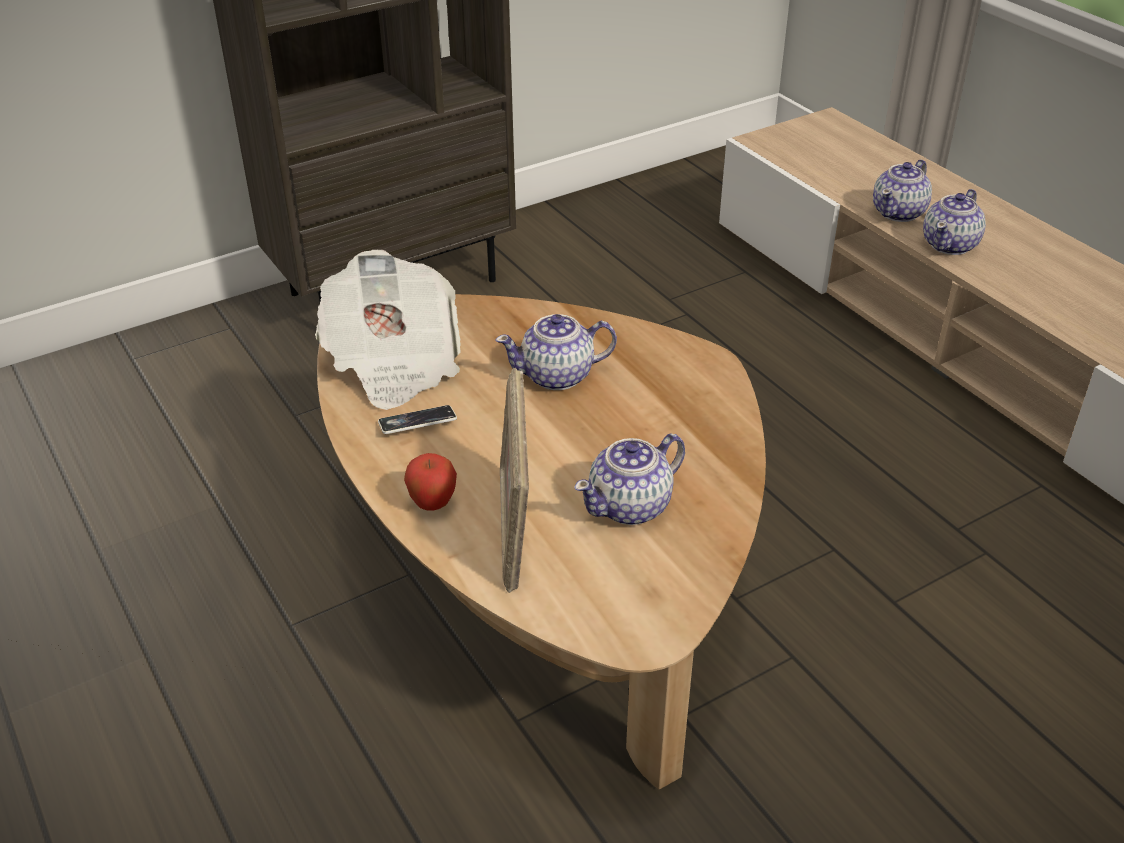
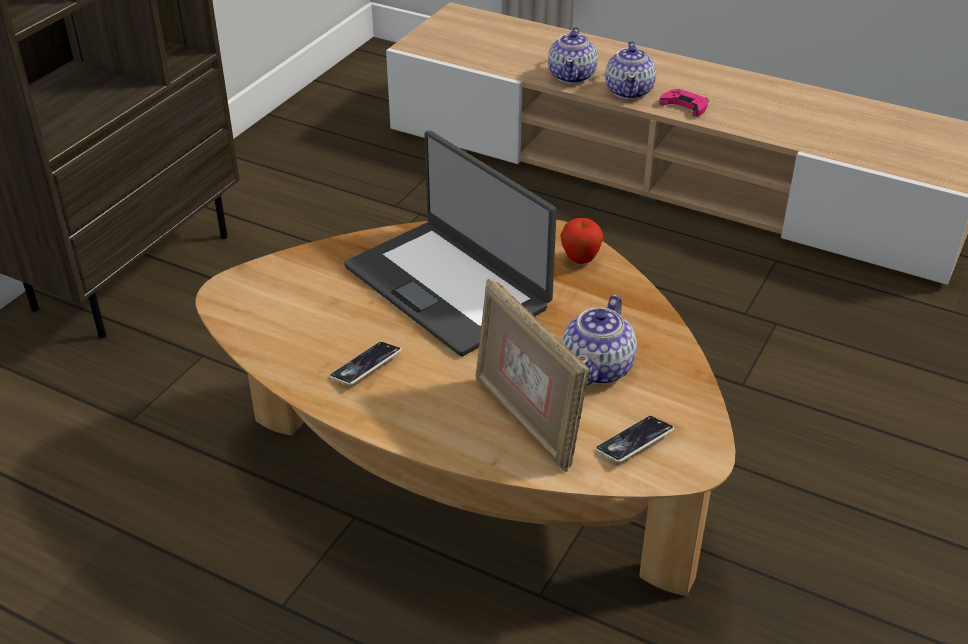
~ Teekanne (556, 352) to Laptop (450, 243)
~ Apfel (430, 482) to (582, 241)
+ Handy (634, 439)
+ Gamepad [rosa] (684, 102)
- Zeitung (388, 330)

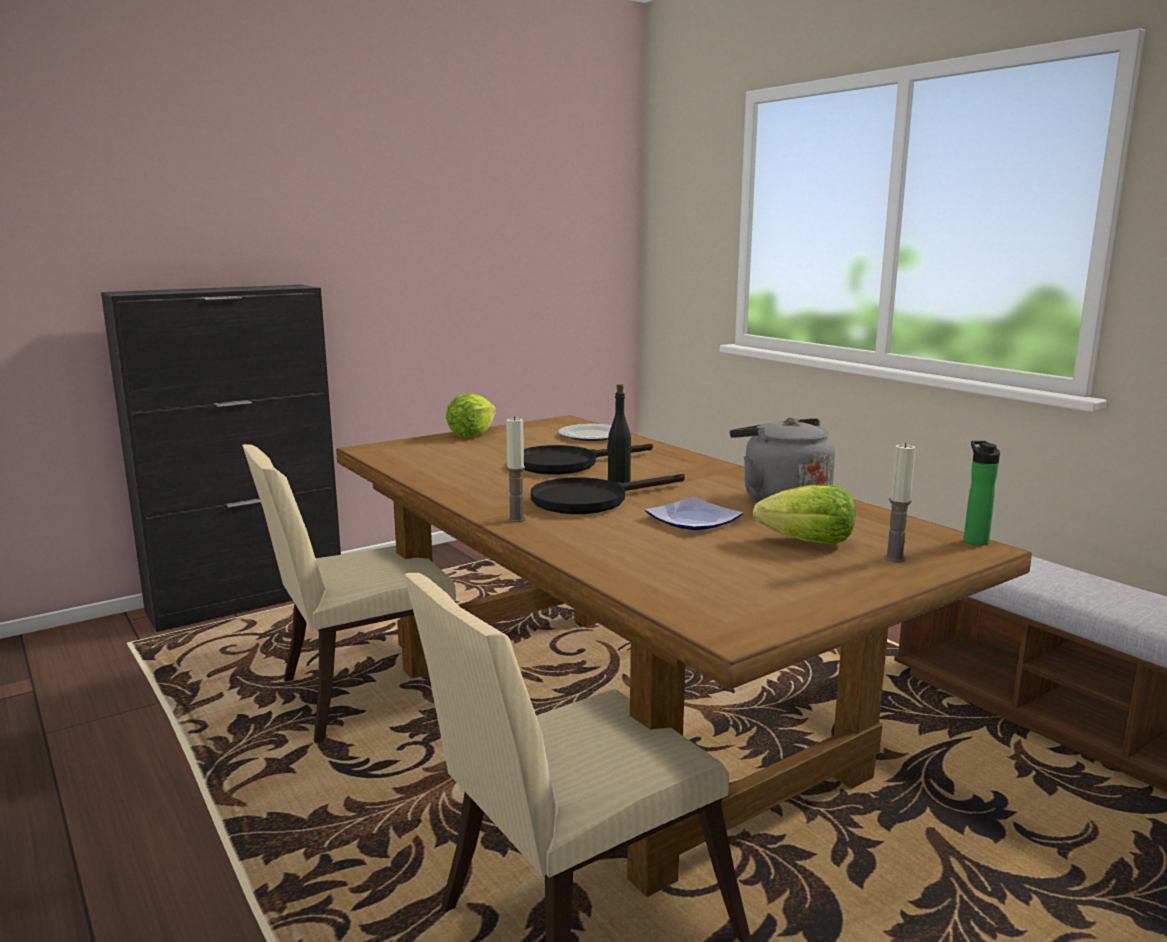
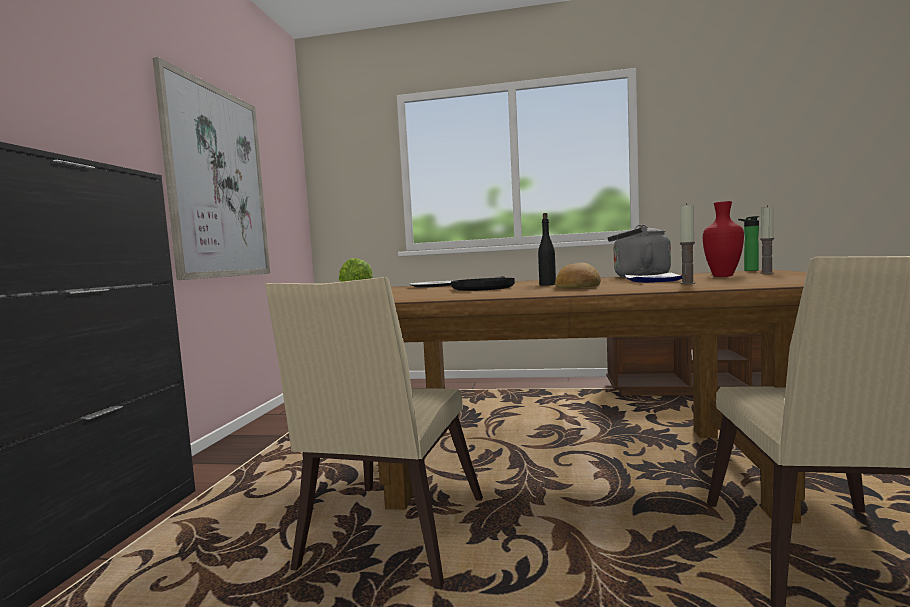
+ Bild (211, 168)
~ Pfanne [schwarz] (608, 494) to Brot (578, 275)
~ Kerze (515, 469) to (687, 243)
~ Salatkopf (804, 515) to Vase [rot] (723, 239)

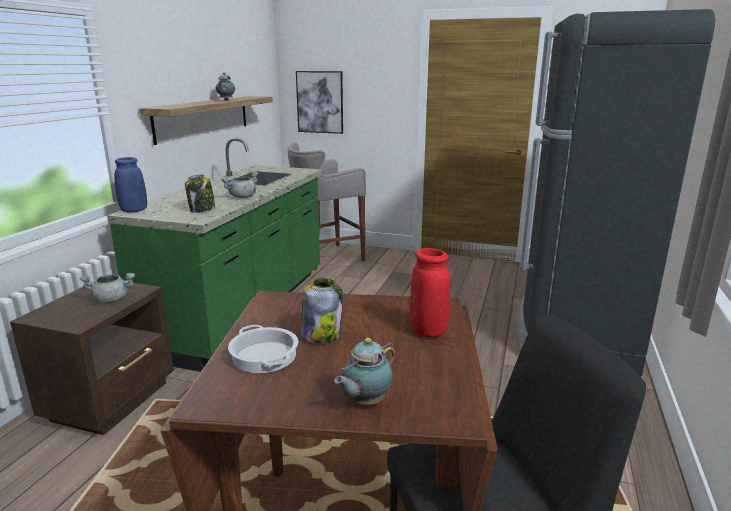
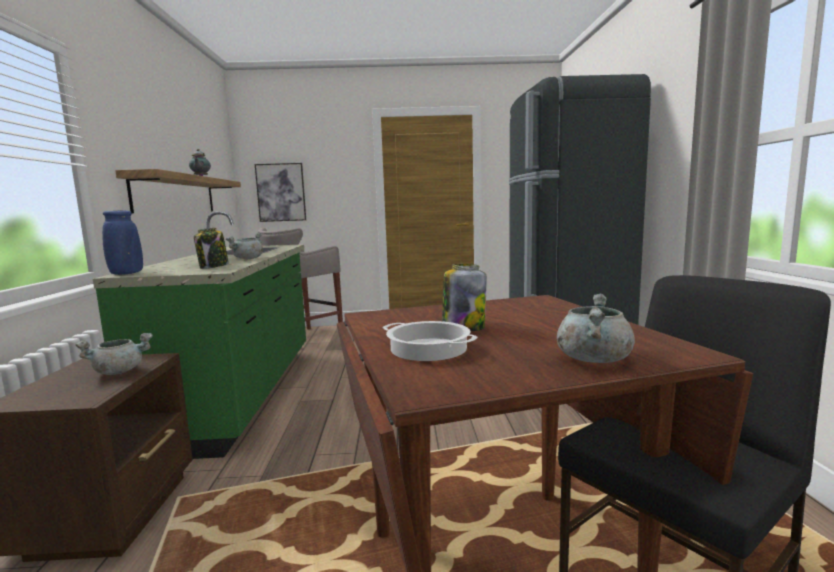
~ Teekanne (364, 371) to Kochtopf [grau] (596, 328)
- Vase [rot] (430, 292)

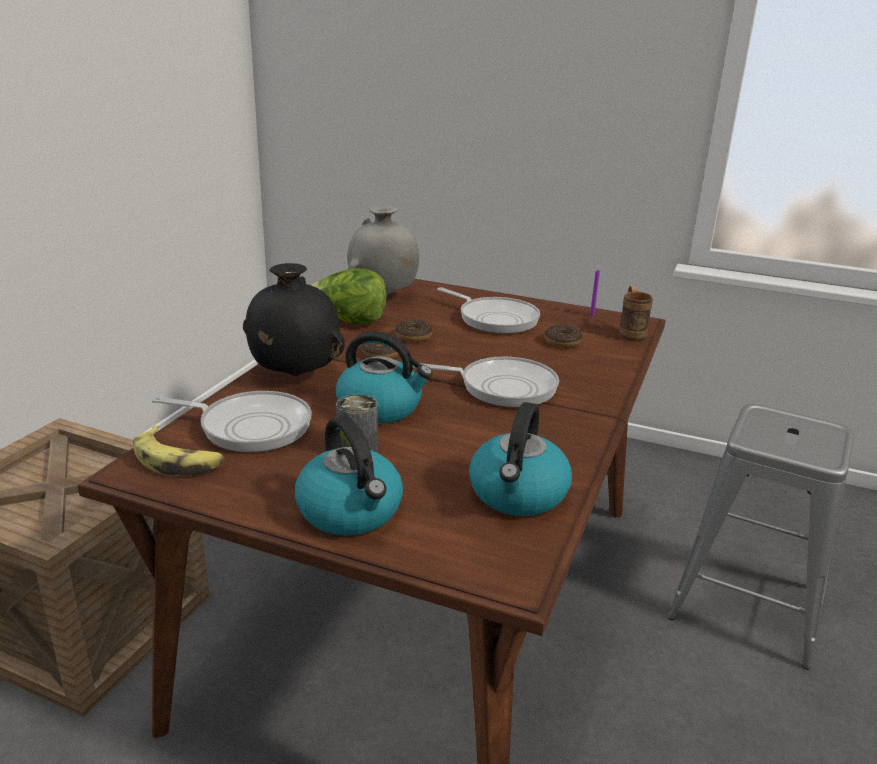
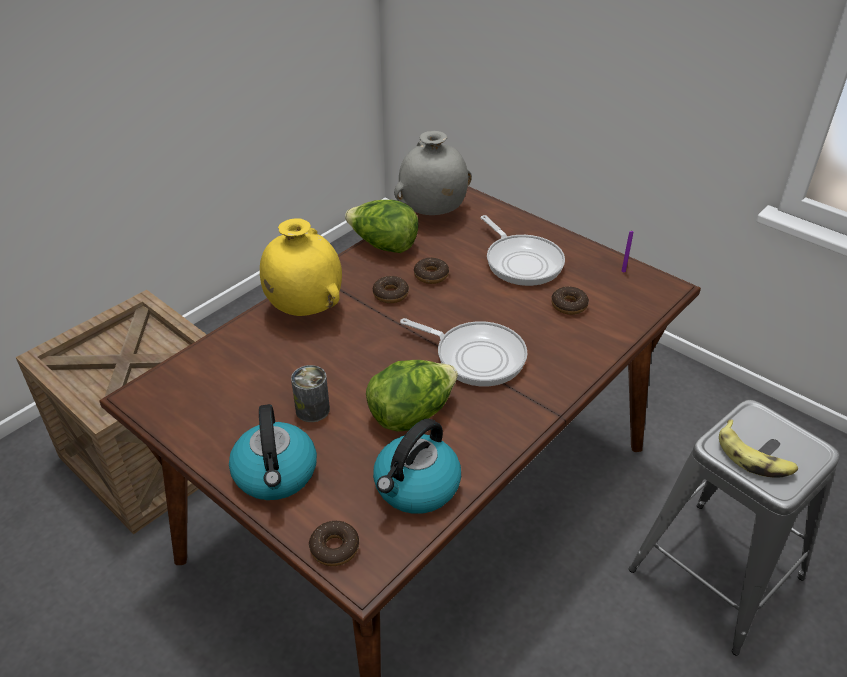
~ Vase [schwarz] (294, 319) to Vase [gelb] (301, 267)
+ Donut (334, 543)
+ Salatkopf (412, 396)
~ Banane (179, 451) to (758, 448)
- Pfanne (231, 421)
- Wasserkessel (384, 377)
- Henkelbecher [braun] (636, 314)

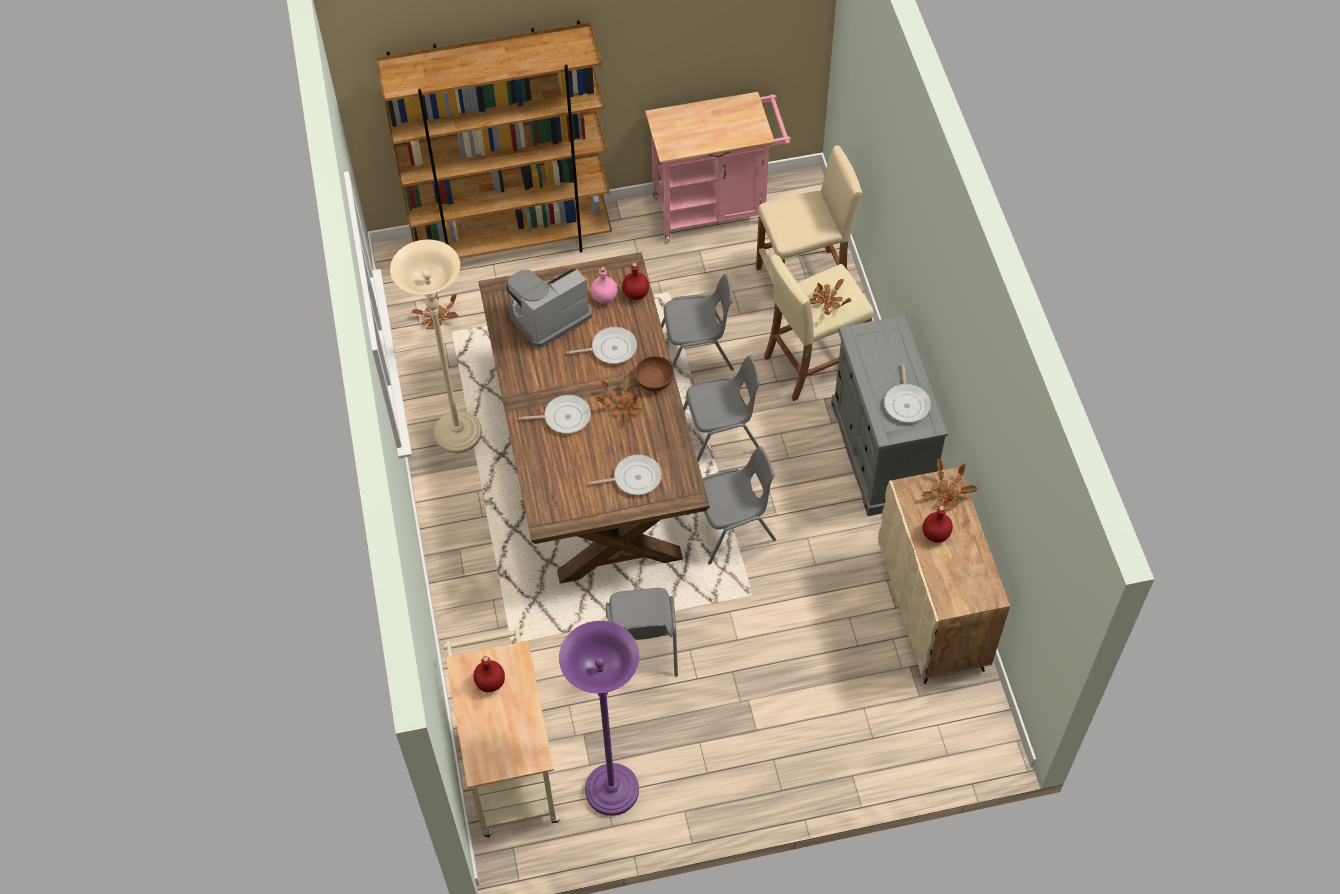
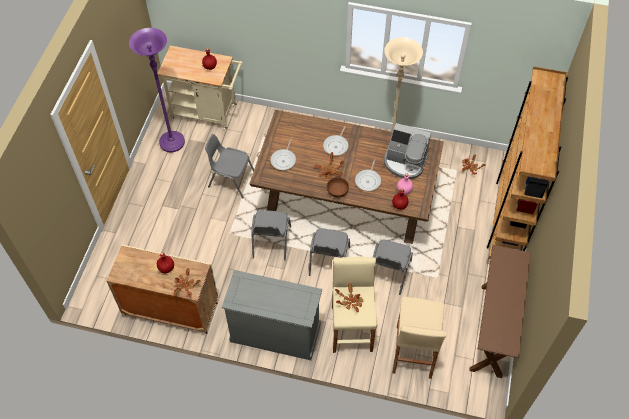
~ Kaffeemaschine (550, 308) = (407, 151) 120 degrees clockwise
~ Rollwagen [rosa] (718, 167) to Konsolentisch [braun] (500, 311)
- Pfanne (907, 393)

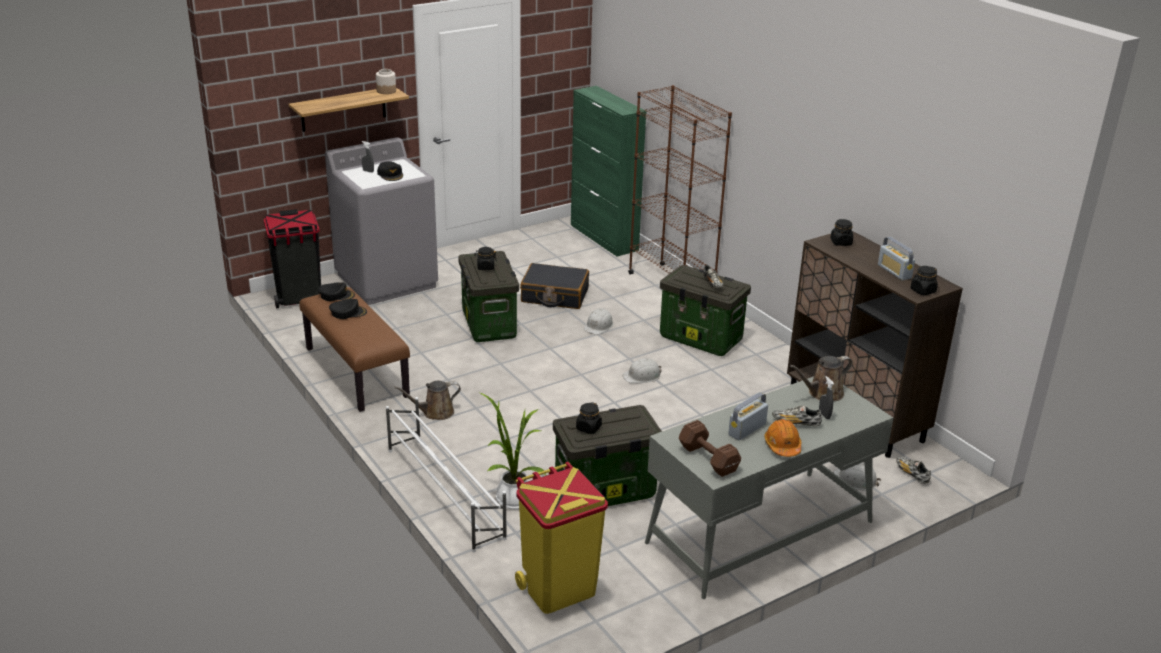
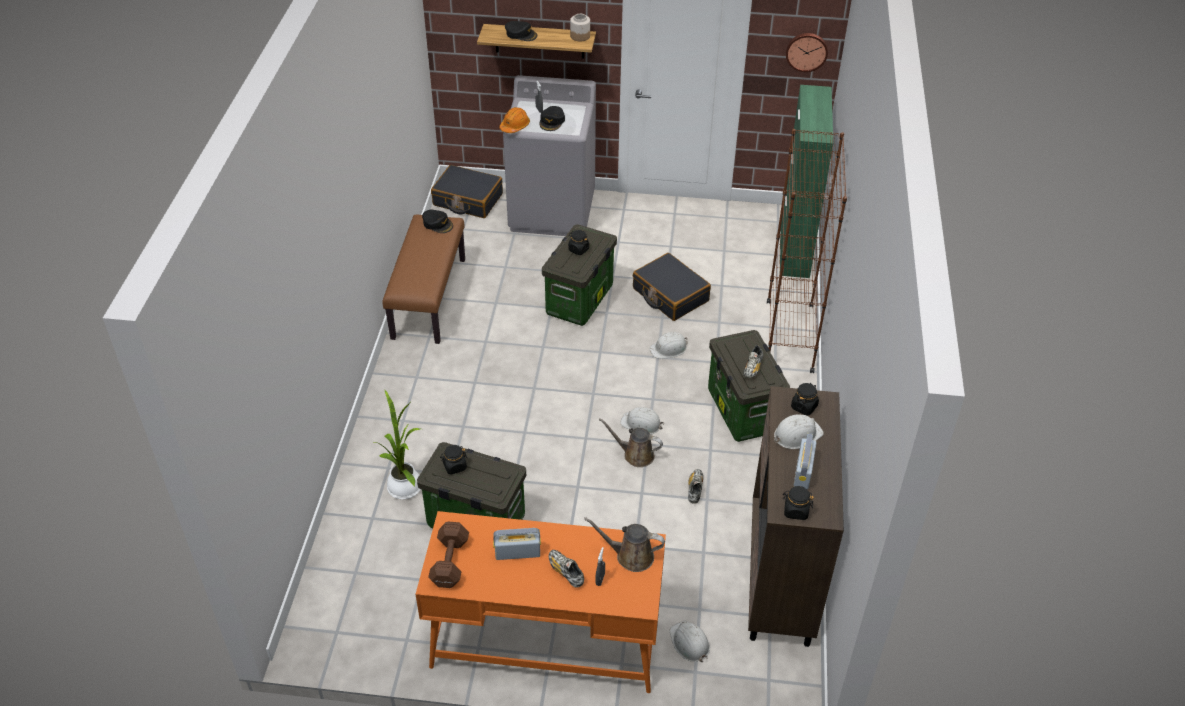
~ Schreibtisch [grau] (769, 487) to Schreibtisch [orange] (540, 602)
~ Mülleimer [schwarz] (292, 258) to Koffer [schwarz] (467, 191)
~ Schutzhelm [orange] (783, 438) to (515, 120)
~ Kappe [schwarz] (348, 309) to (521, 31)
~ Gießkanne [braun] (427, 400) to (631, 442)
~ Schuh (913, 470) to (695, 486)
+ Schutzhelm [weiß] (799, 431)
+ Wanduhr (807, 52)
- Schuhregal [weiß] (446, 474)
- Mülleimer [gelb] (561, 538)

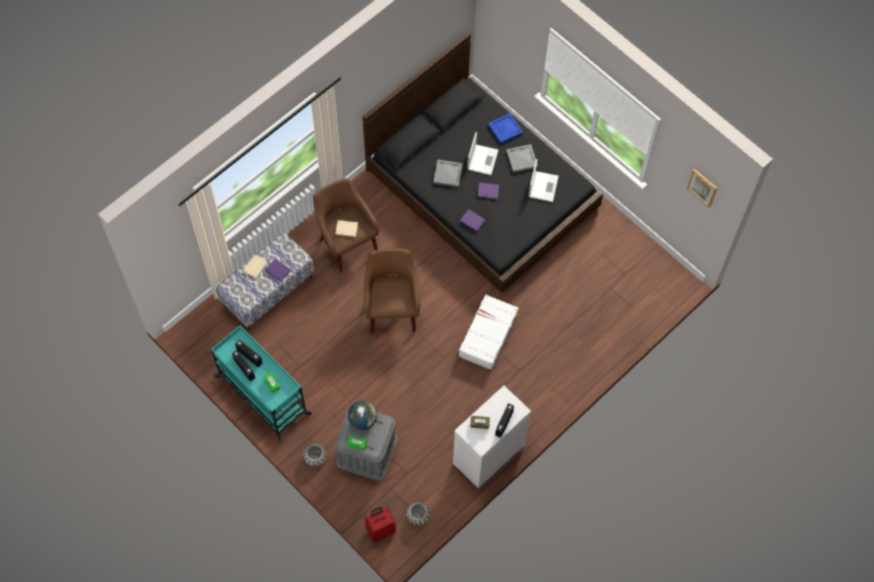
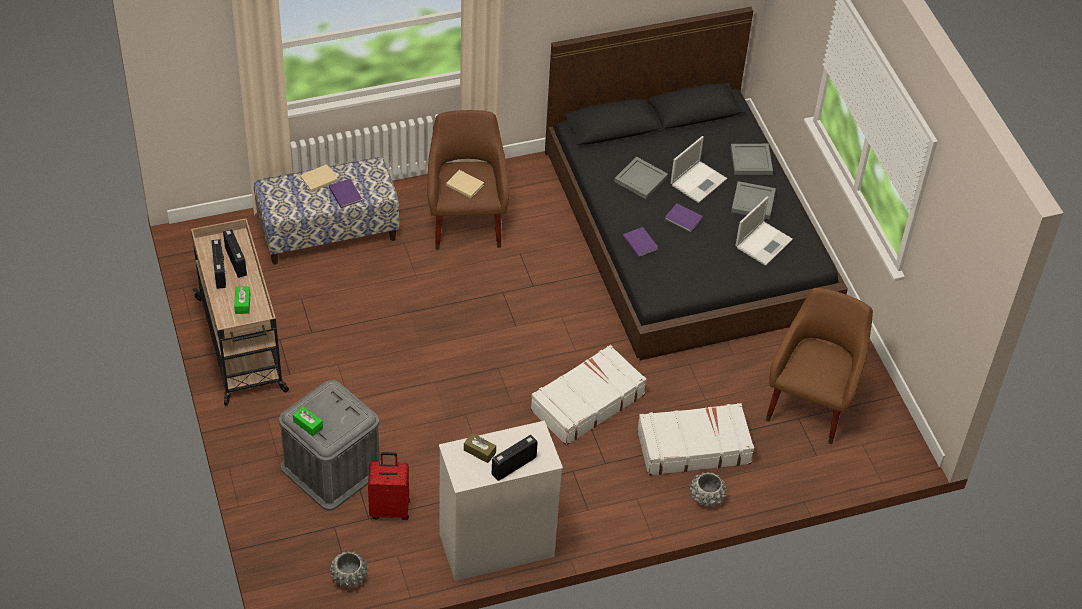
~ Rollwagen [türkis] (261, 383) to Rollwagen [beige] (240, 312)
~ Koffer [rot] (380, 525) to (389, 486)
+ Koffer [weiß] (695, 439)
~ Pflanzkübel [grau] (315, 454) to (708, 489)
~ Tablett [blau] (505, 128) to Tablett [grau] (751, 159)
~ Sessel [braun] (392, 291) to (819, 366)
- Globus (362, 415)
- Bild (702, 188)

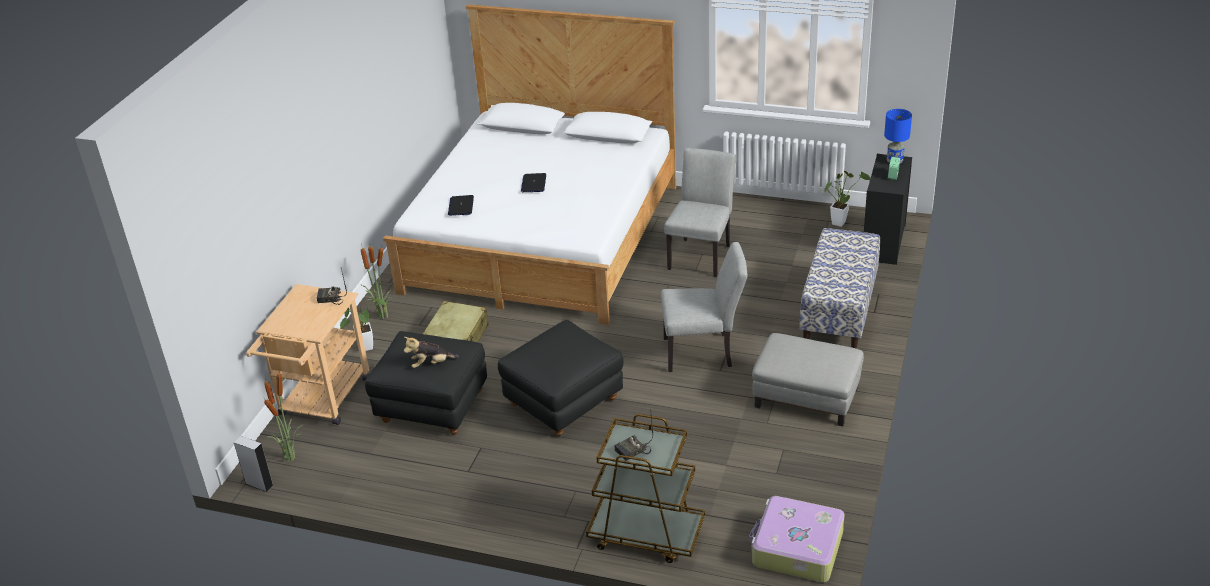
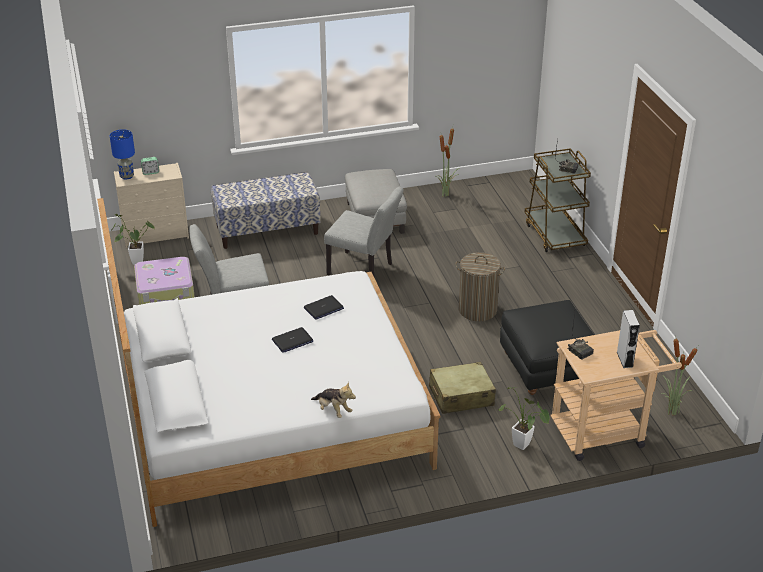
~ Kommode [schwarz] (888, 209) to Kommode [beige] (151, 205)
~ Koffer (796, 539) to (164, 281)
~ Laptop (461, 205) to (324, 307)
~ Plüschtier (431, 352) to (333, 400)
~ Stuhl [grau] (704, 307) = (364, 232) 150 degrees clockwise
~ Topfpflanze (375, 281) to (447, 162)
~ Polsterhocker [schwarz] (560, 378) to Wäschekorb (480, 286)
~ Lautsprecher [grau] (253, 464) to (628, 339)

